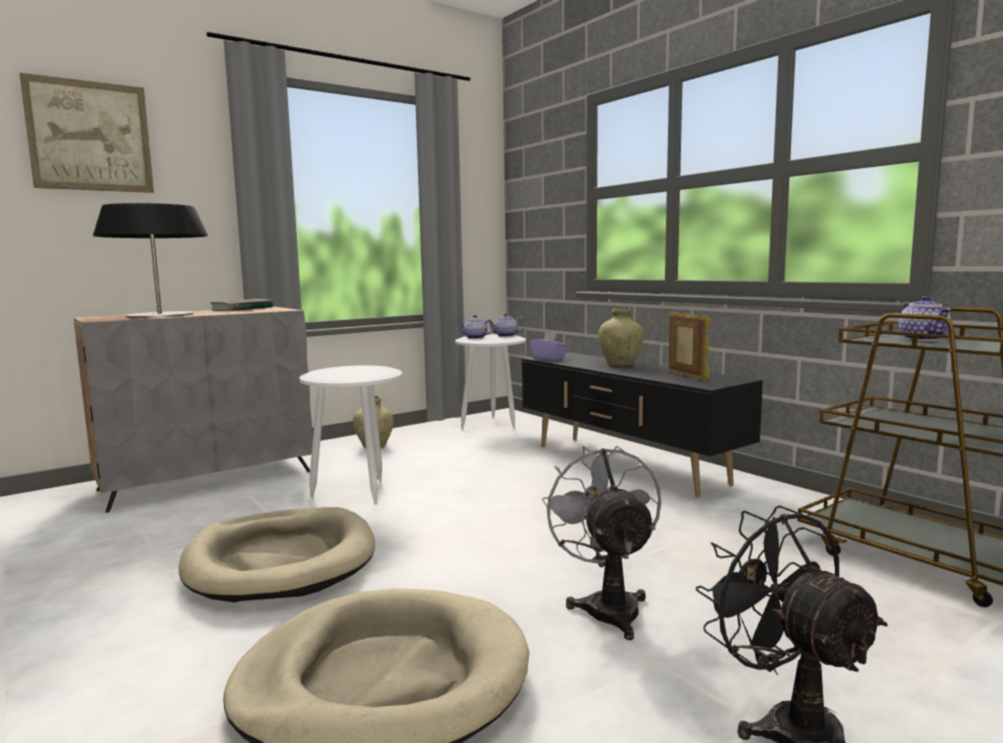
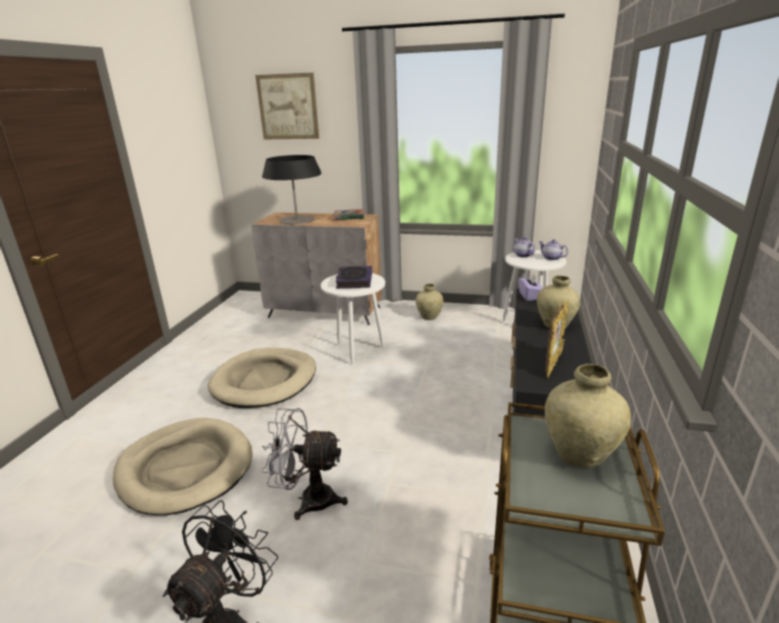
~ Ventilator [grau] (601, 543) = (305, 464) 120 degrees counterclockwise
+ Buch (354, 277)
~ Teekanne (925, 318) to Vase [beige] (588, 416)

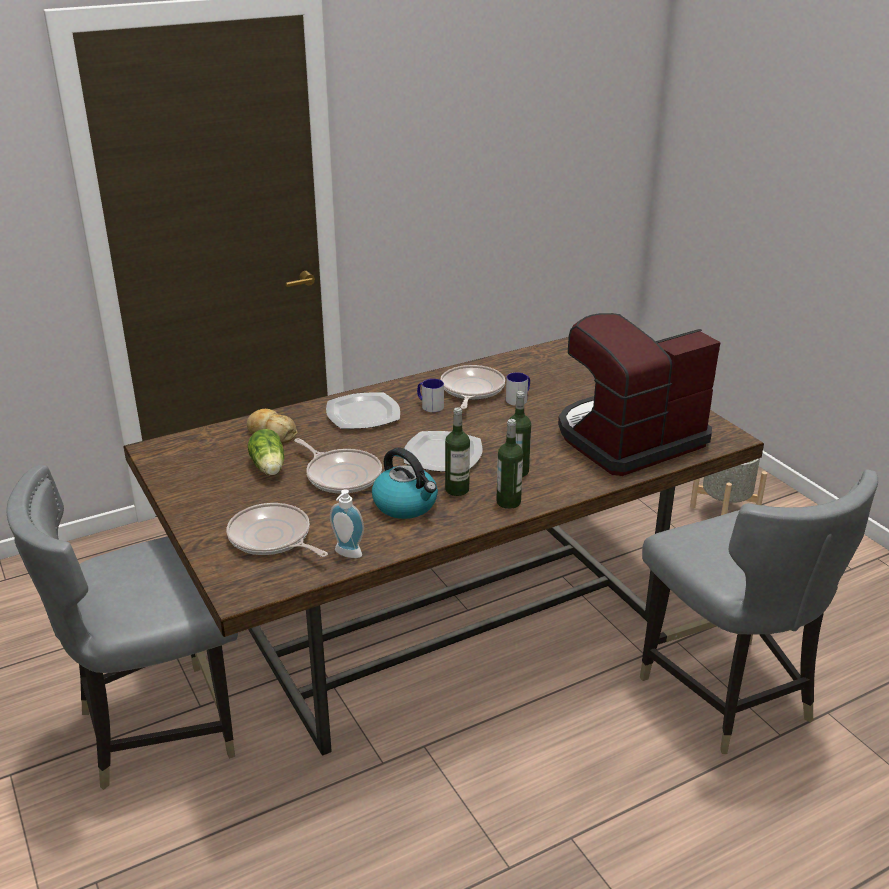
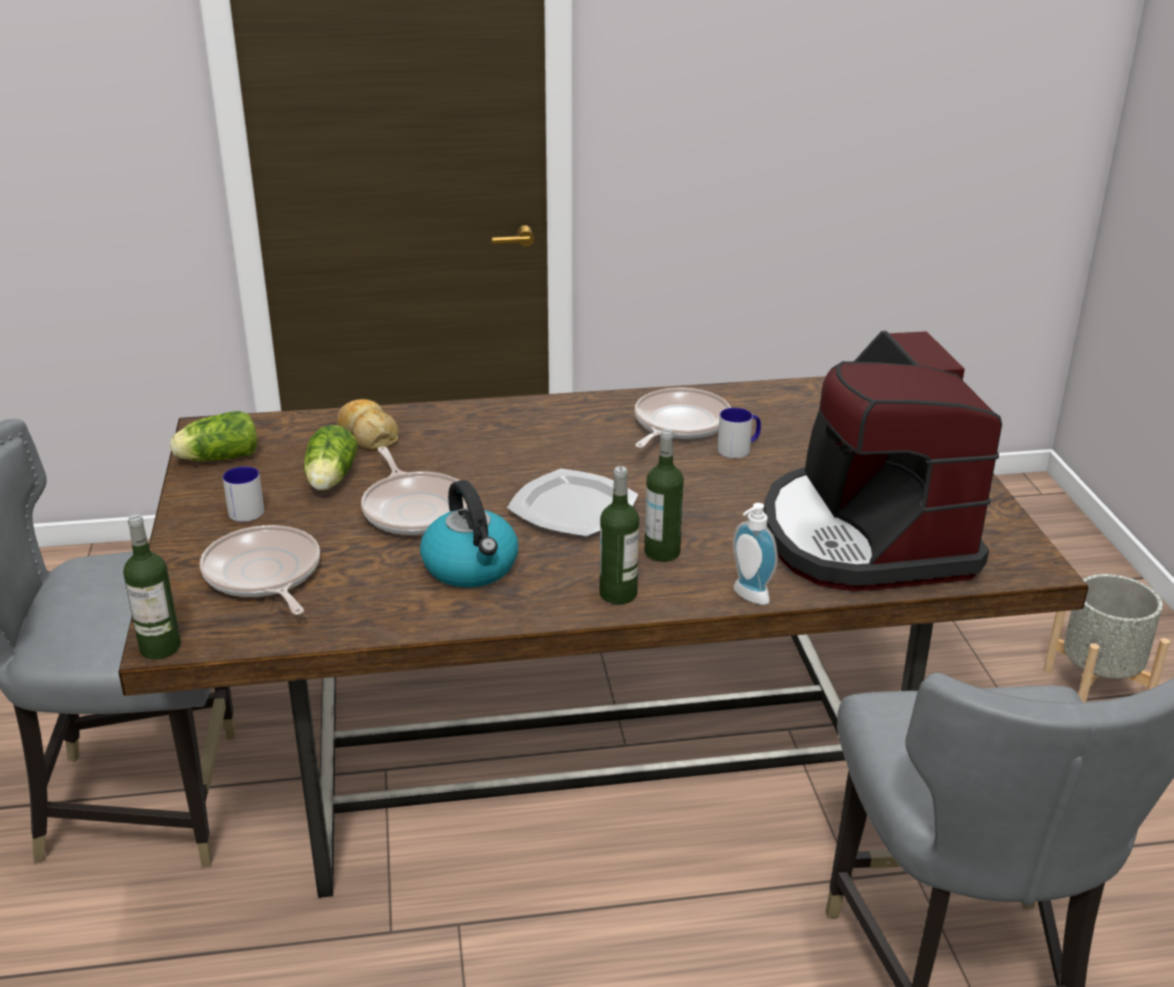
~ Flasche (457, 451) to (152, 586)
+ Salatkopf (213, 436)
~ Henkelbecher (430, 395) to (243, 494)
~ Seifenspender (347, 523) to (755, 554)
~ Kaffeemaschine (639, 394) = (883, 461) 90 degrees counterclockwise
- Teller (363, 410)

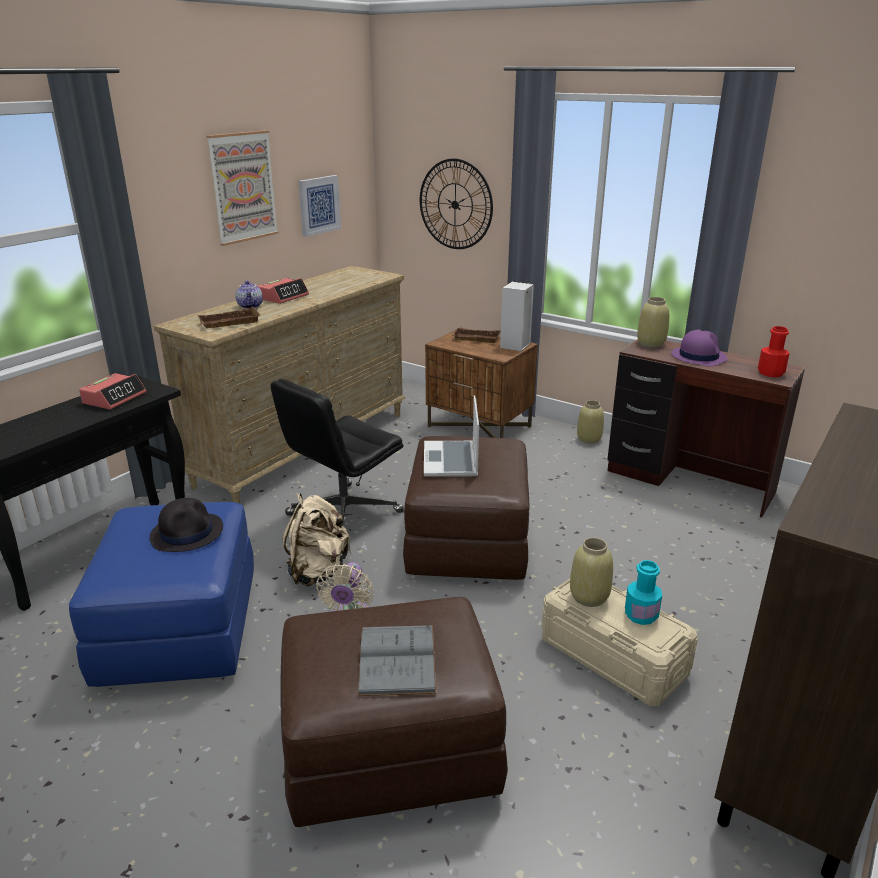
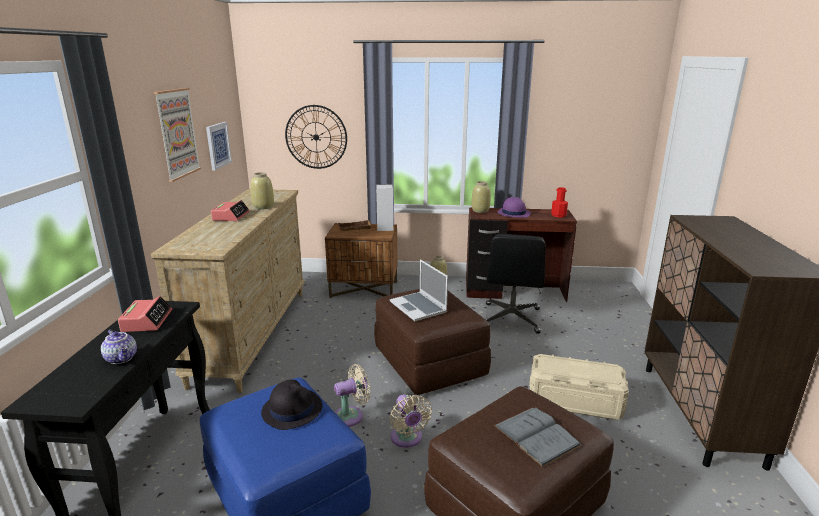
~ Teekanne (249, 295) to (119, 347)
~ Vase [beige] (591, 572) to (262, 191)
~ Rucksack [beige] (317, 539) to Ventilator [beige] (352, 395)
~ Bürostuhl [schwarz] (337, 452) to (516, 284)
- Tablett [braun] (229, 317)
- Flasche [türkis] (643, 592)

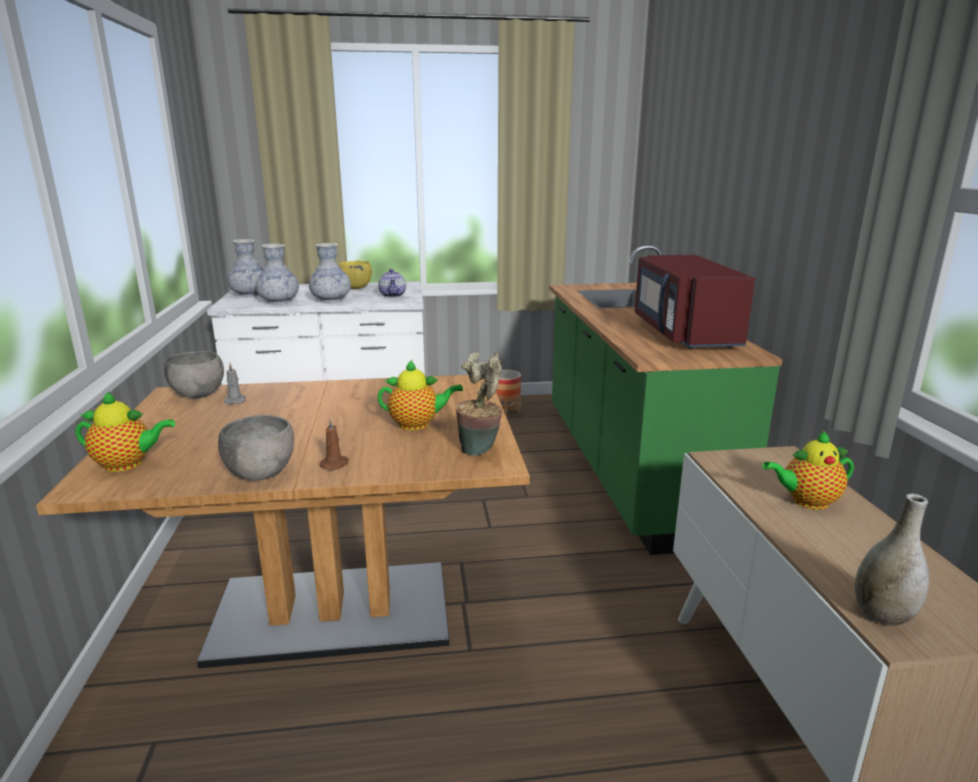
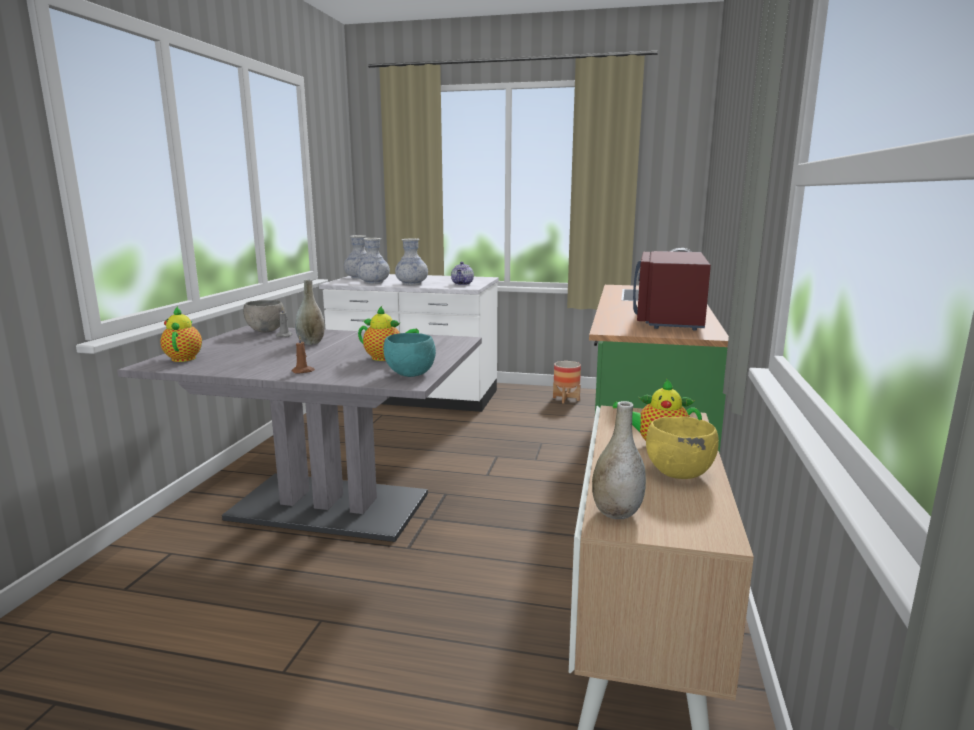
~ Esstisch [braun] (283, 521) to Esstisch [grau] (299, 434)
~ Teekanne (125, 432) = (181, 334) 120 degrees counterclockwise
+ Vase [grau] (310, 312)
~ Topfpflanze (479, 404) to Schüssel [türkis] (409, 355)
~ Schüssel [gelb] (355, 274) to (682, 447)
- Schüssel [grau] (256, 447)

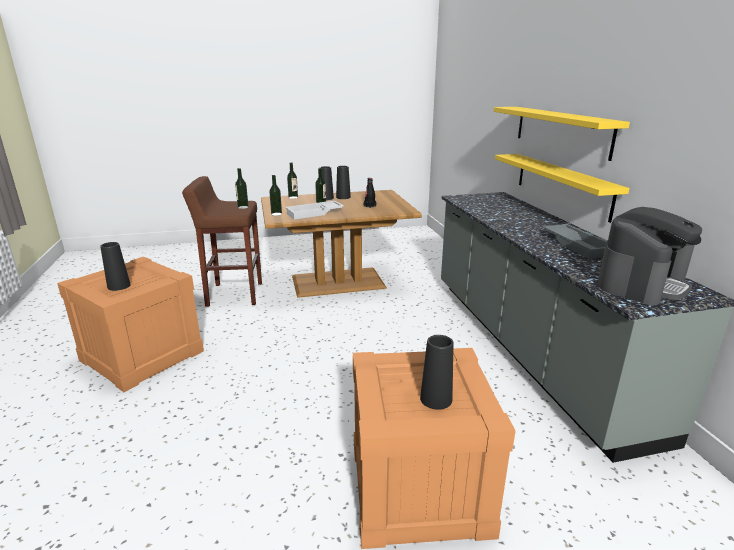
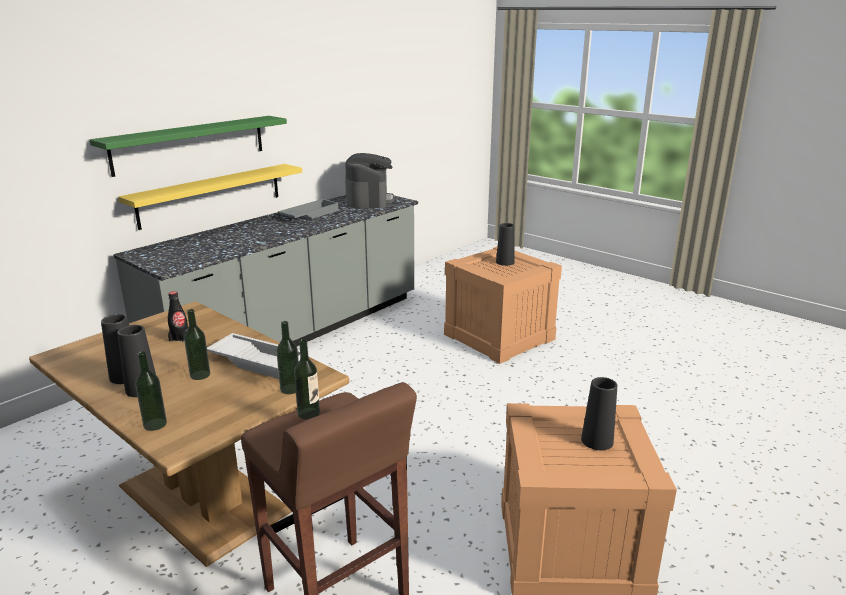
~ Wandregal [gelb] (562, 134) to Wandregal [grün] (188, 146)
~ Kaffeemaschine (650, 256) = (369, 181) 75 degrees clockwise

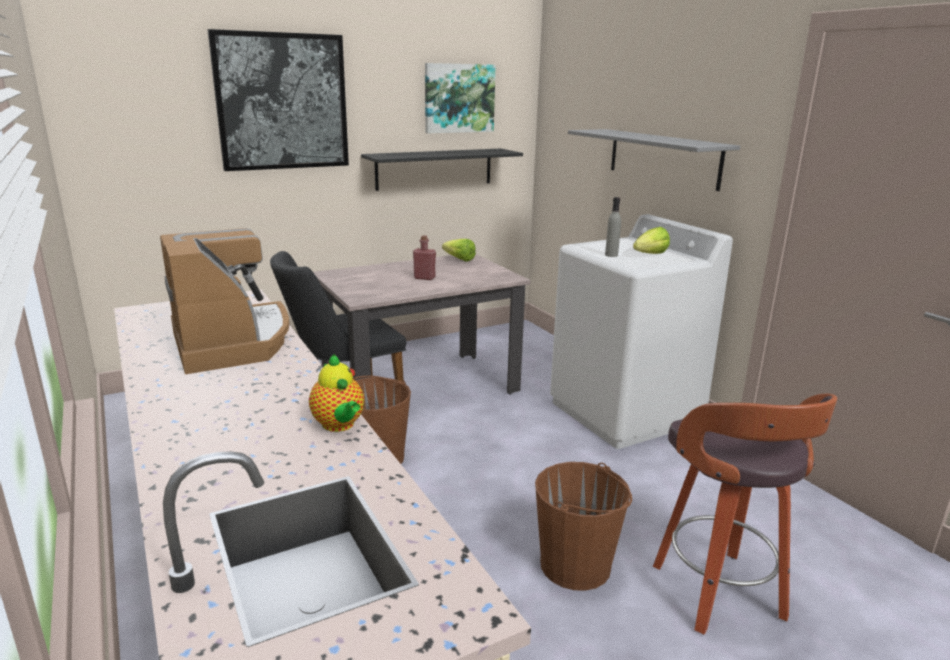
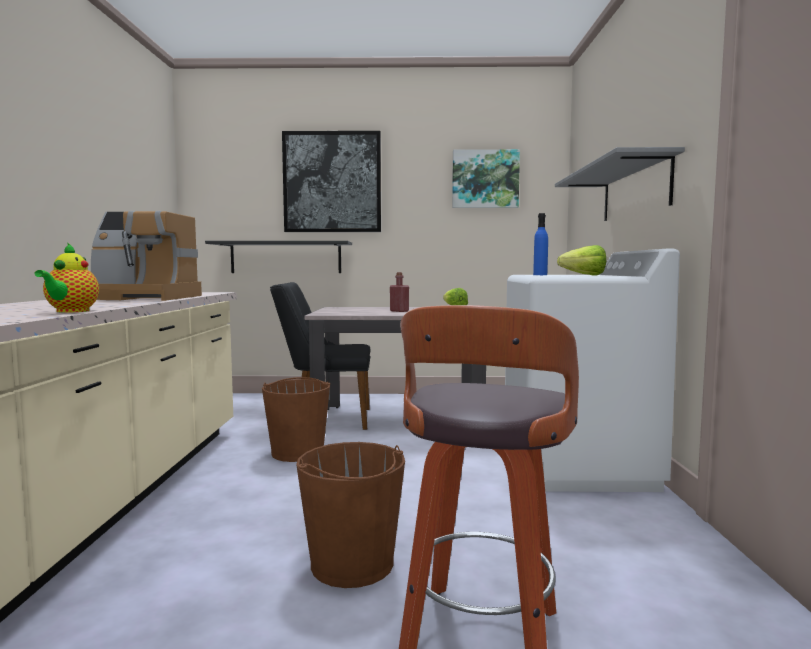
~ Kaffeemaschine (225, 301) = (146, 256) 90 degrees clockwise
~ Wandregal [schwarz] (442, 170) to (278, 257)
~ Flasche [grau] (613, 227) to Flasche [blau] (540, 244)

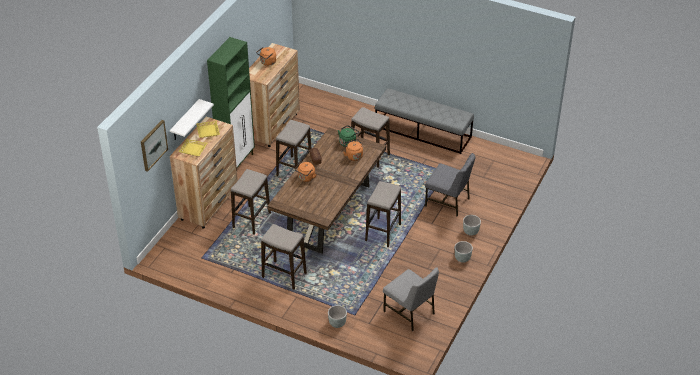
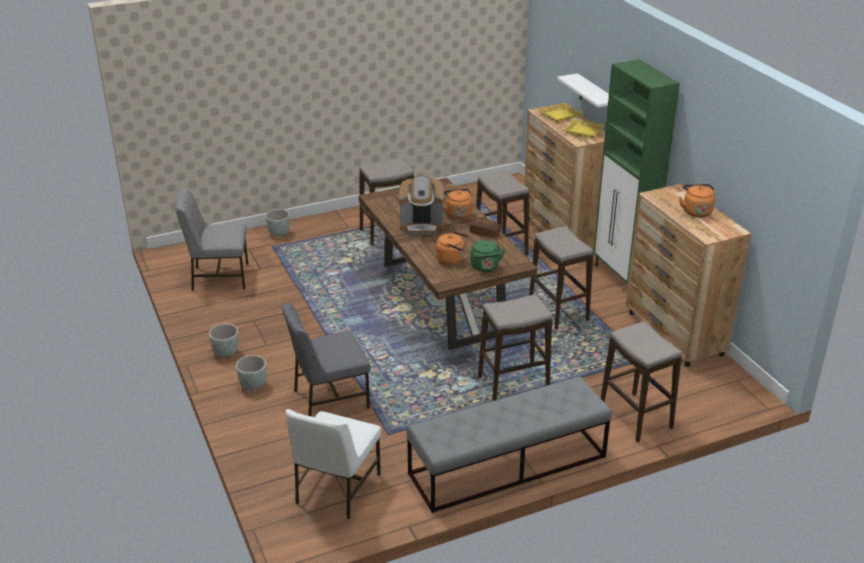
+ Stuhl [weiß] (333, 464)
+ Kaffeemaschine (422, 205)
~ Hocker (383, 214) to (641, 382)
- Bild (154, 146)

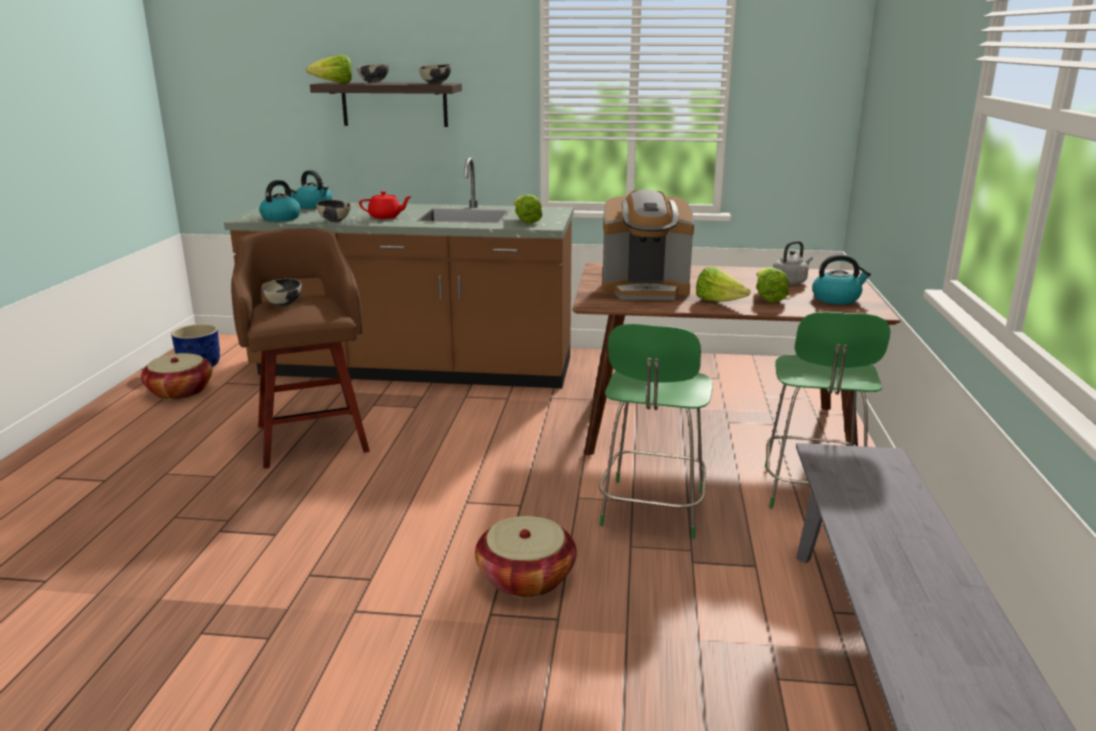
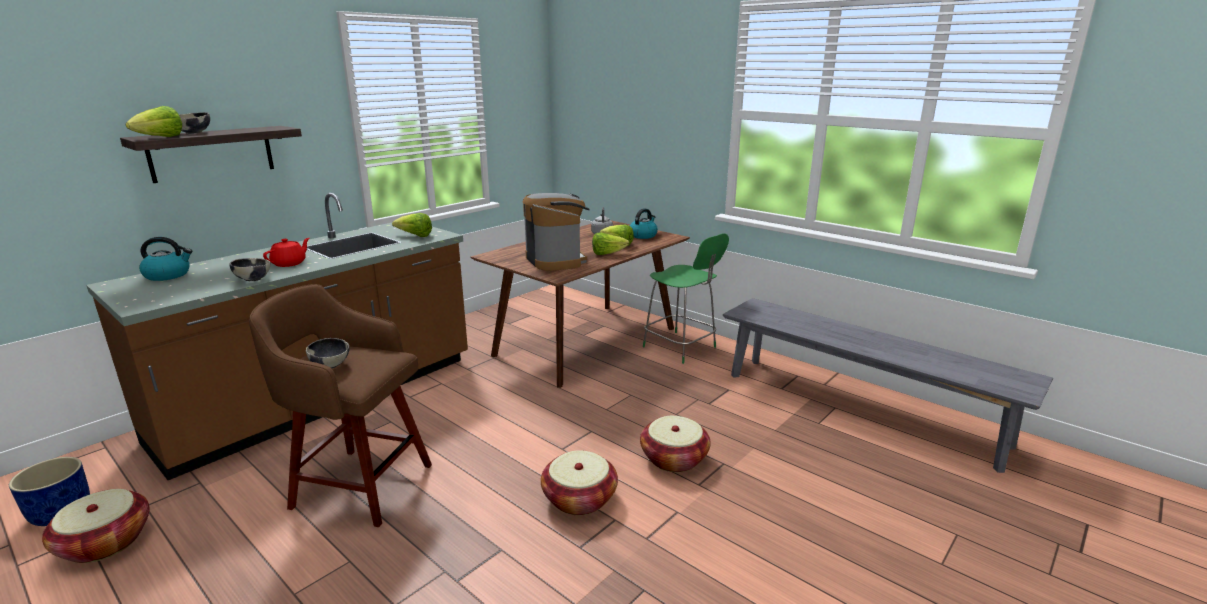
~ Kaffeemaschine (648, 244) = (556, 232) 60 degrees counterclockwise
+ Korb (579, 482)
- Wasserkessel (280, 201)
- Schüssel (435, 74)
- Stuhl [grün] (656, 431)

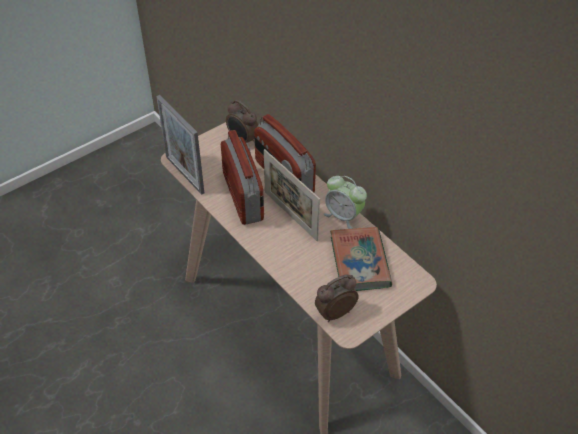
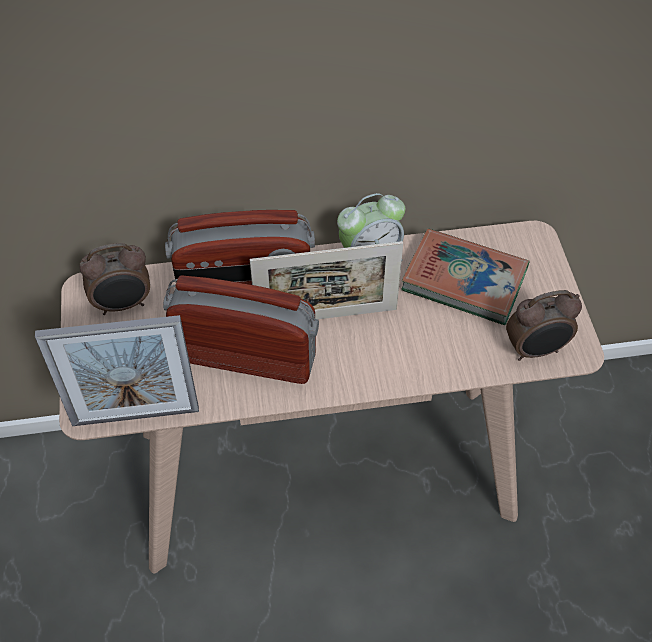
~ Wecker (337, 298) = (544, 325) 105 degrees counterclockwise

